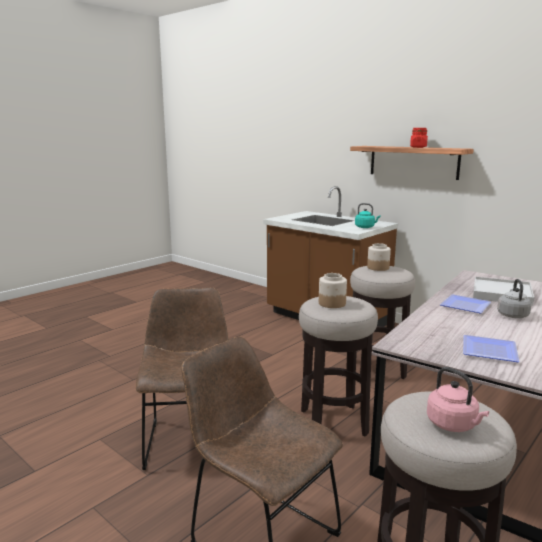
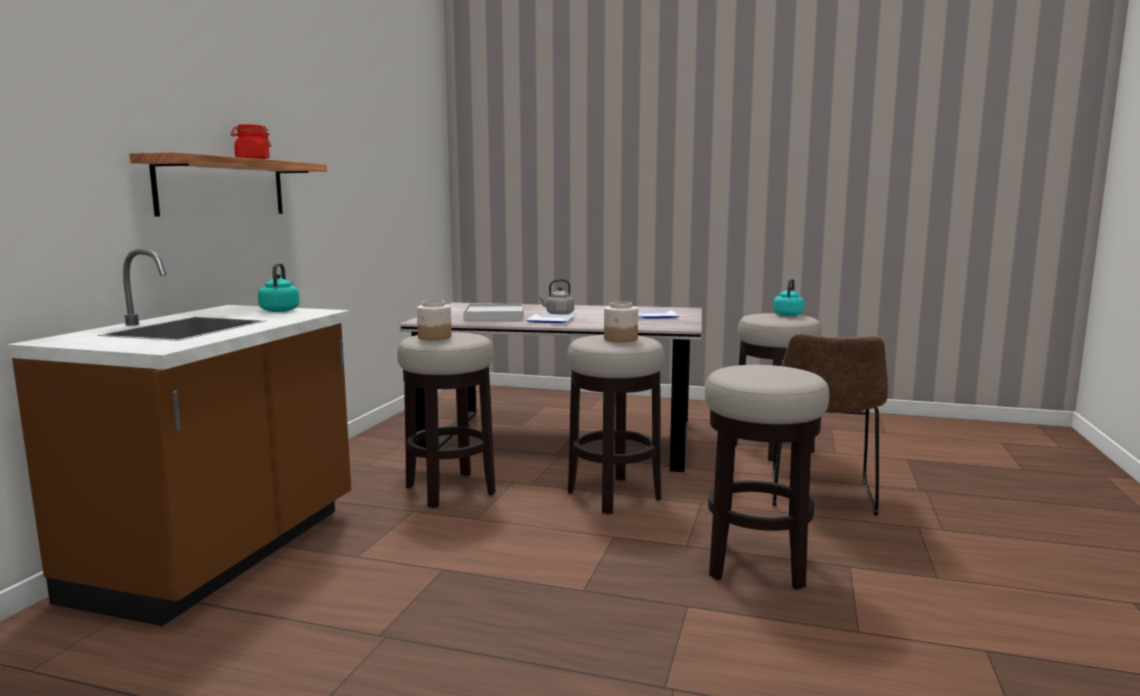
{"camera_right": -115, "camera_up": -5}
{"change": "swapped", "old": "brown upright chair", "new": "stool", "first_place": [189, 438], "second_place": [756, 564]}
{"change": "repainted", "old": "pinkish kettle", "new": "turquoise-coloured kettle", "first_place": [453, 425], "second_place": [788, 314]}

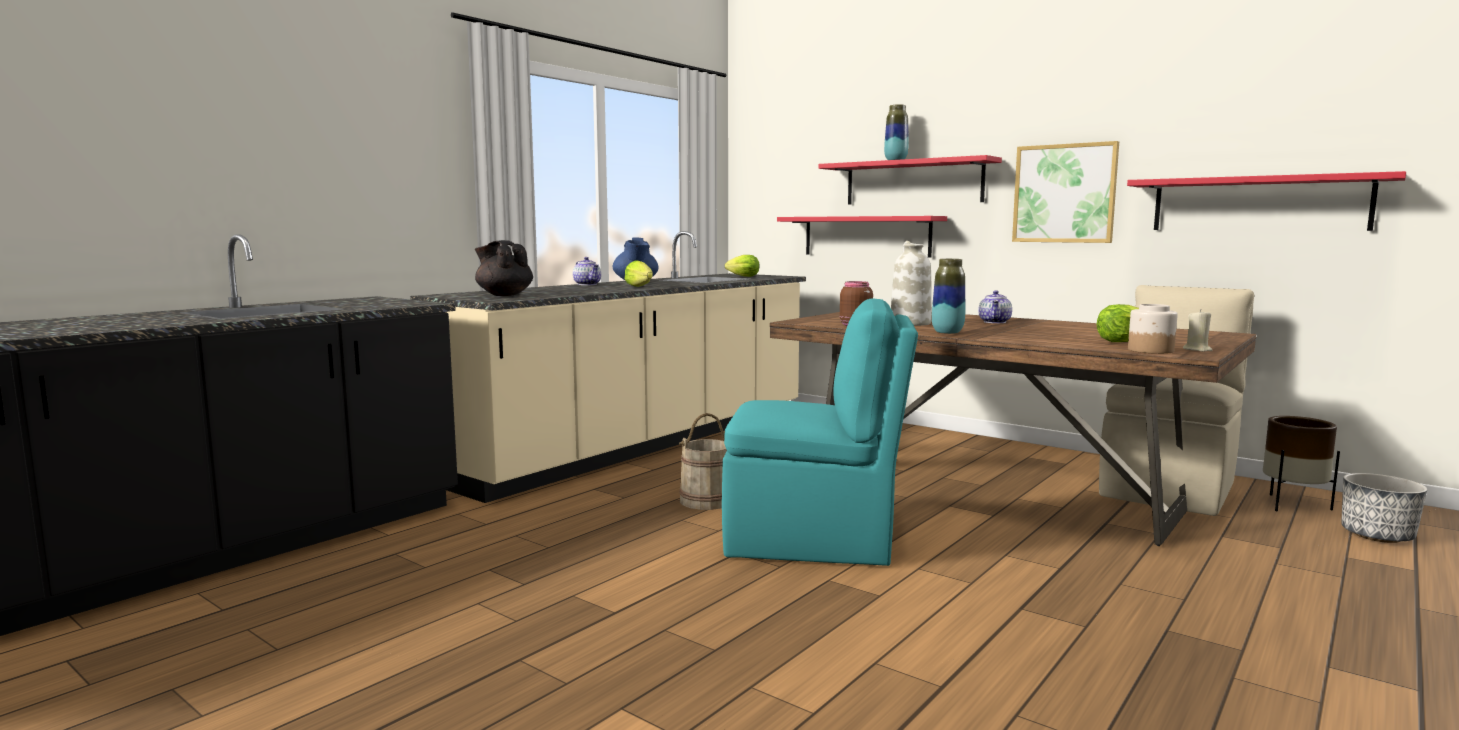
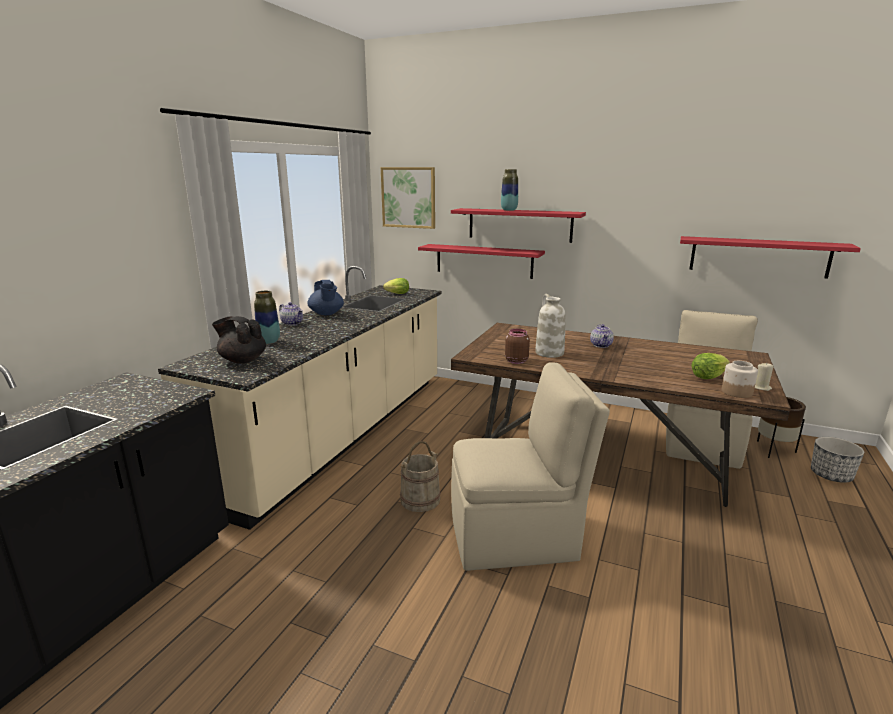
{"camera_right": -15, "camera_up": 10}
{"change": "shifted", "old": "picture", "first_place": [1064, 193], "second_place": [408, 197]}
{"change": "shifted", "old": "flower vase", "first_place": [947, 332], "second_place": [269, 342]}
{"change": "gone", "old": "head of lettuce", "first_place": [641, 287]}
{"change": "repainted", "old": "turquoise-coloured upright chair", "new": "beige upright chair", "first_place": [814, 540], "second_place": [516, 537]}

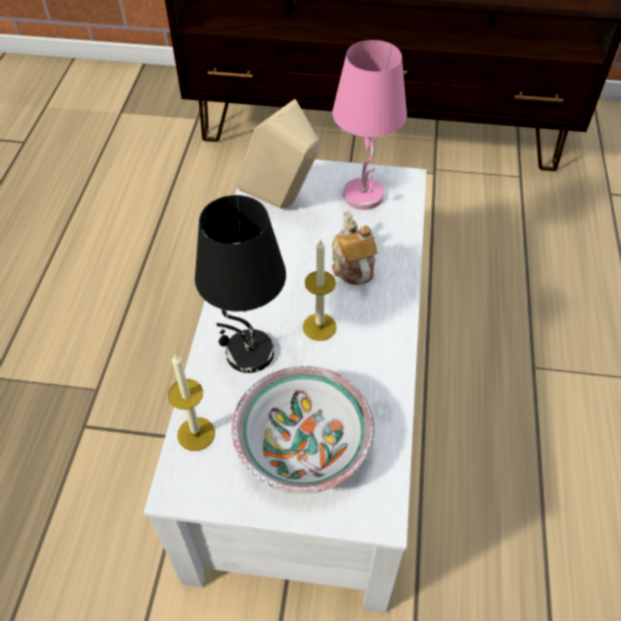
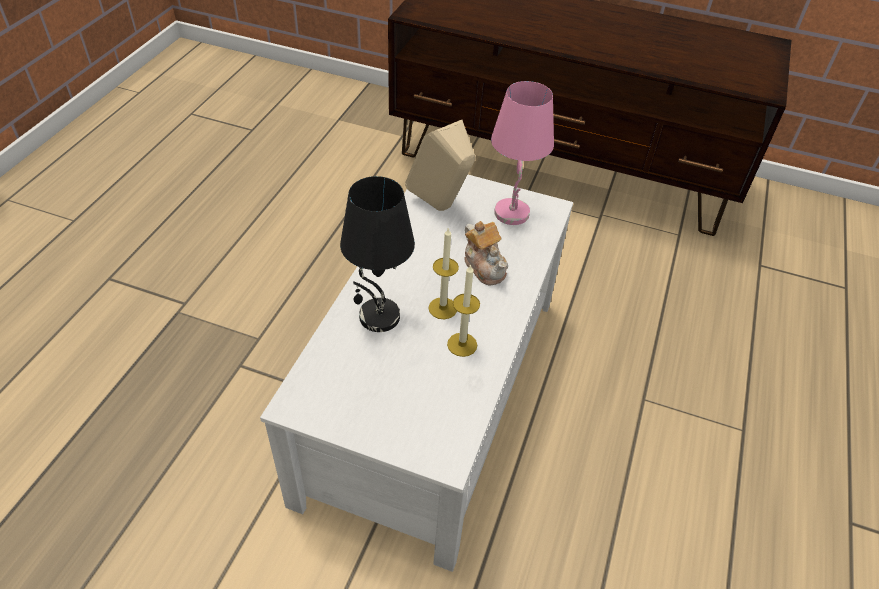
{"camera_right": 10, "camera_up": -5}
{"change": "rotated", "old": "pot for tea", "first_place": [352, 265], "second_place": [485, 266], "degrees": 150}
{"change": "shifted", "old": "candle", "first_place": [196, 434], "second_place": [462, 344]}
{"change": "gone", "old": "serving bowl", "first_place": [303, 442]}

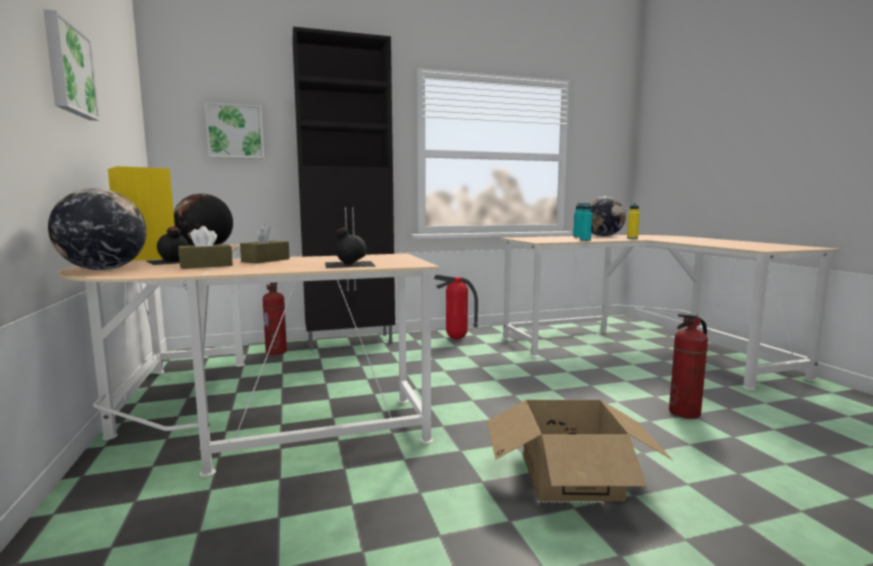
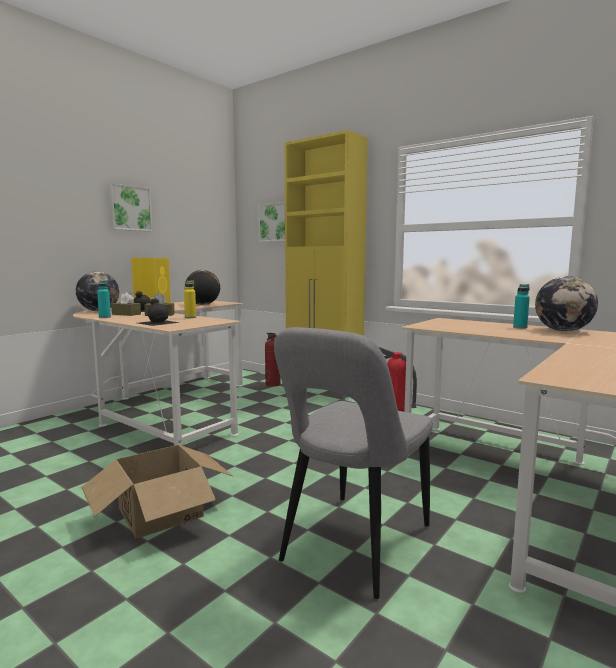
{"camera_right": 55, "camera_up": 0}
{"change": "repainted", "old": "black storage cabinet", "new": "yellowish storage cabinet", "first_place": [351, 342], "second_place": [324, 392]}
{"change": "shifted", "old": "turquoise-coloured bottle", "first_place": [585, 240], "second_place": [105, 317]}
{"change": "shifted", "old": "yellowish bottle", "first_place": [632, 238], "second_place": [190, 317]}
{"change": "swapped", "old": "extinguisher", "new": "greyish upright chair", "first_place": [685, 413], "second_place": [353, 546]}

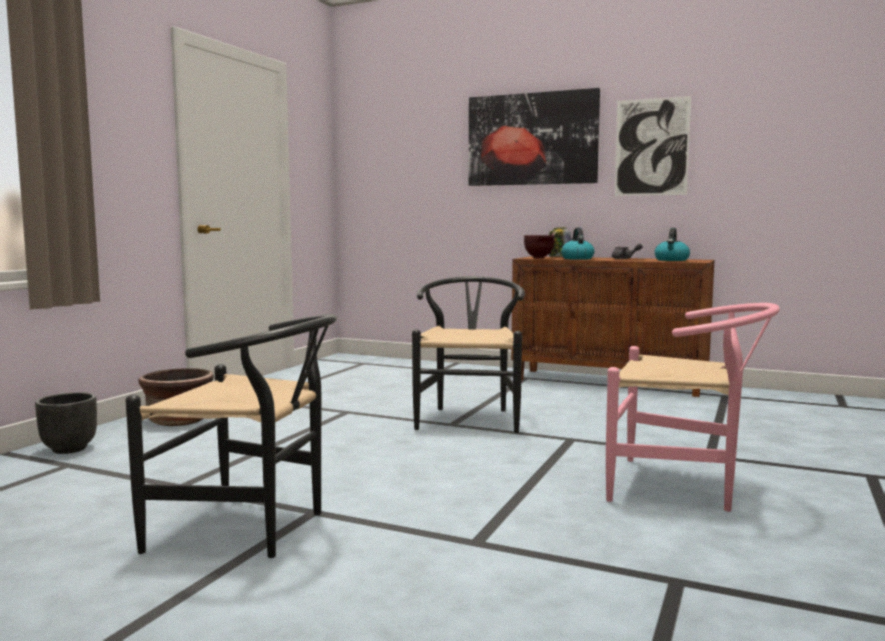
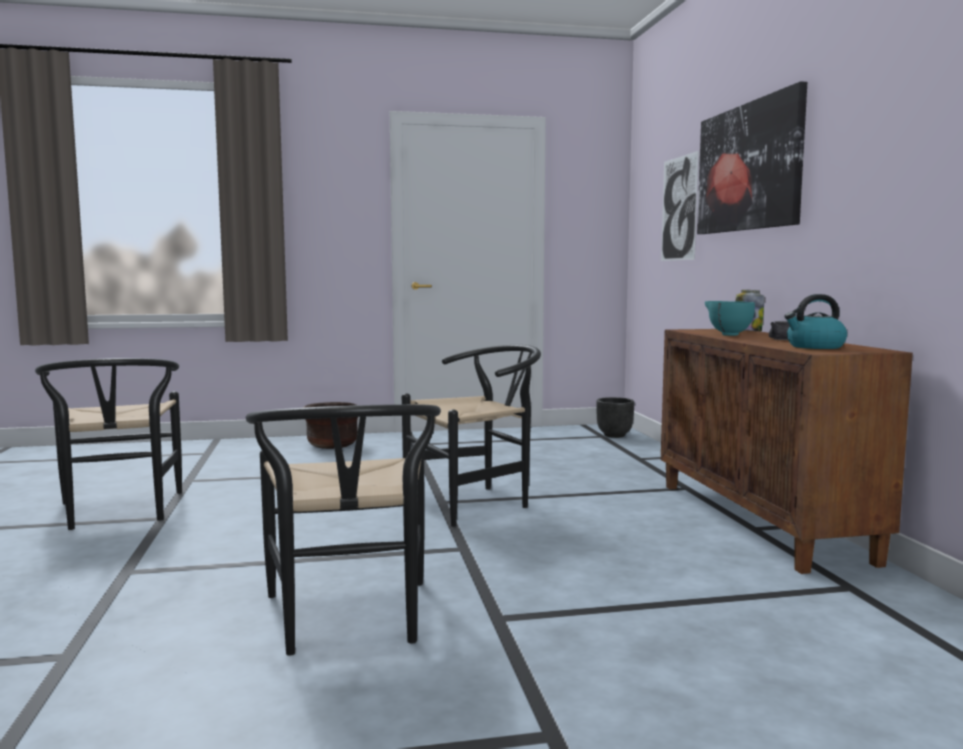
{"camera_right": 55, "camera_up": 0}
{"change": "shifted", "old": "picture", "first_place": [651, 147], "second_place": [679, 208]}
{"change": "swapped", "old": "kettle", "new": "turquoise-coloured serving bowl", "first_place": [577, 258], "second_place": [727, 335]}
{"change": "gone", "old": "brown serving bowl", "first_place": [539, 258]}
{"change": "repainted", "old": "pinkish upright chair", "new": "black upright chair", "first_place": [685, 488], "second_place": [349, 622]}
{"change": "shifted", "old": "black planter", "first_place": [68, 449], "second_place": [614, 435]}

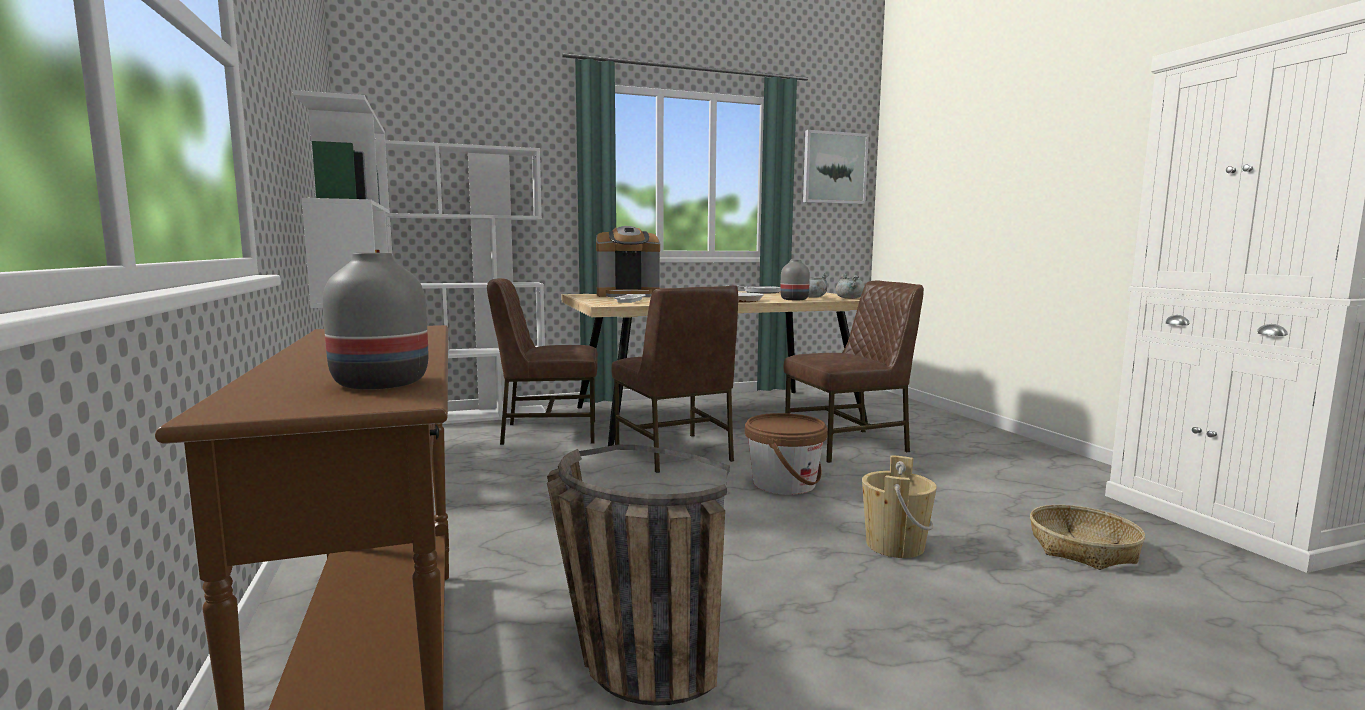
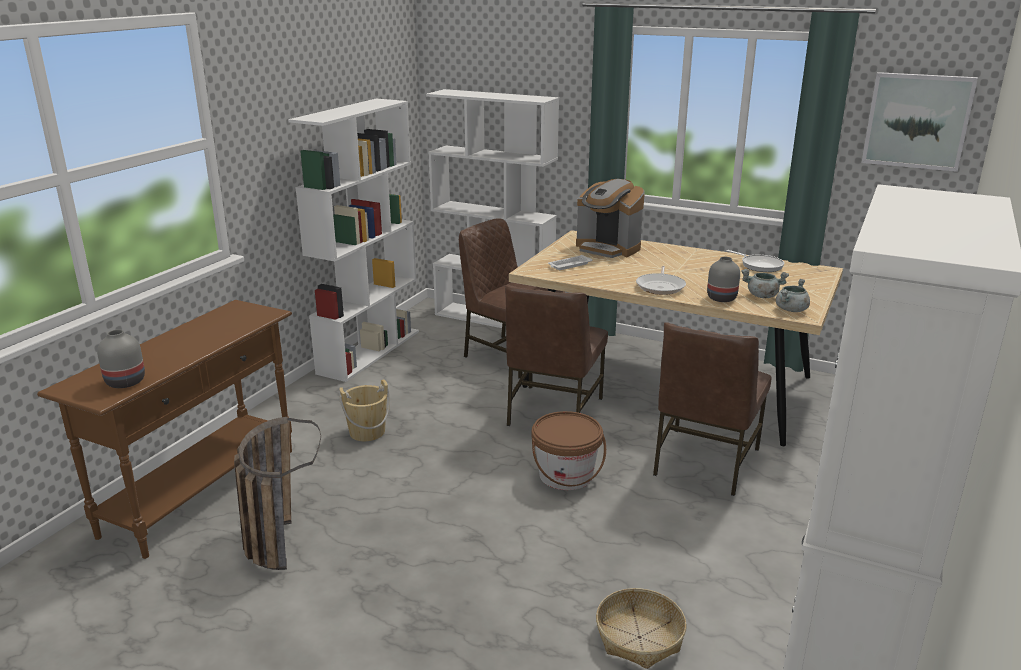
{"camera_right": 45, "camera_up": 15}
{"change": "rotated", "old": "brown upright chair", "first_place": [848, 445], "second_place": [704, 462], "degrees": 90}
{"change": "shifted", "old": "beige bucket", "first_place": [895, 545], "second_place": [367, 432]}

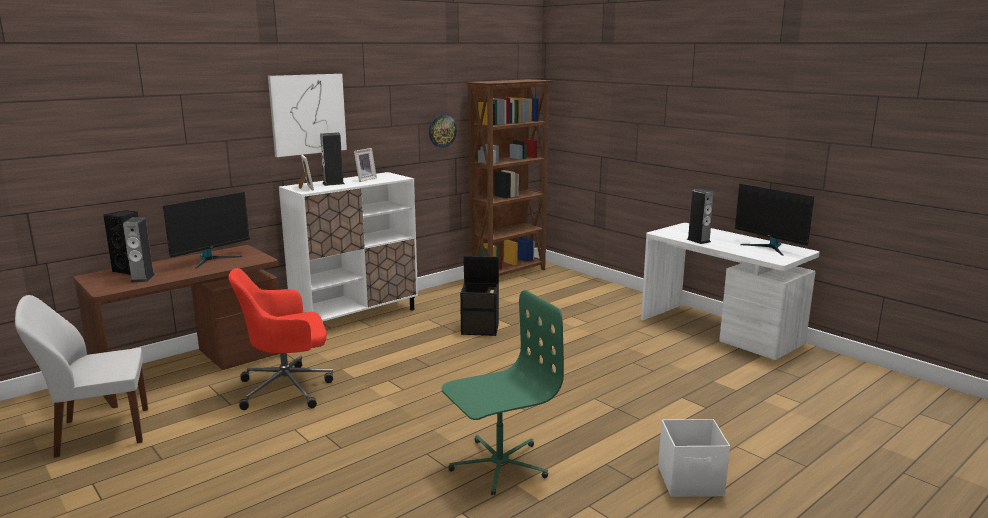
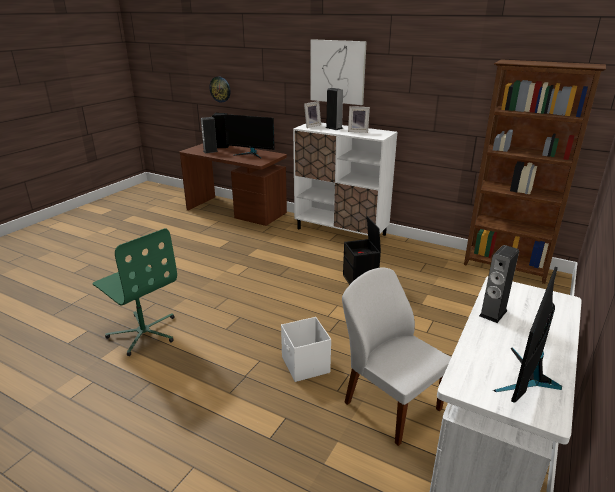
{"camera_right": 70, "camera_up": 10}
{"change": "shifted", "old": "clock on the wall", "first_place": [442, 131], "second_place": [220, 89]}
{"change": "gone", "old": "red-coloured office chair", "first_place": [288, 388]}
{"change": "shifted", "old": "white upright chair", "first_place": [100, 432], "second_place": [390, 404]}
{"change": "shifted", "old": "white storage bin", "first_place": [691, 482], "second_place": [305, 365]}

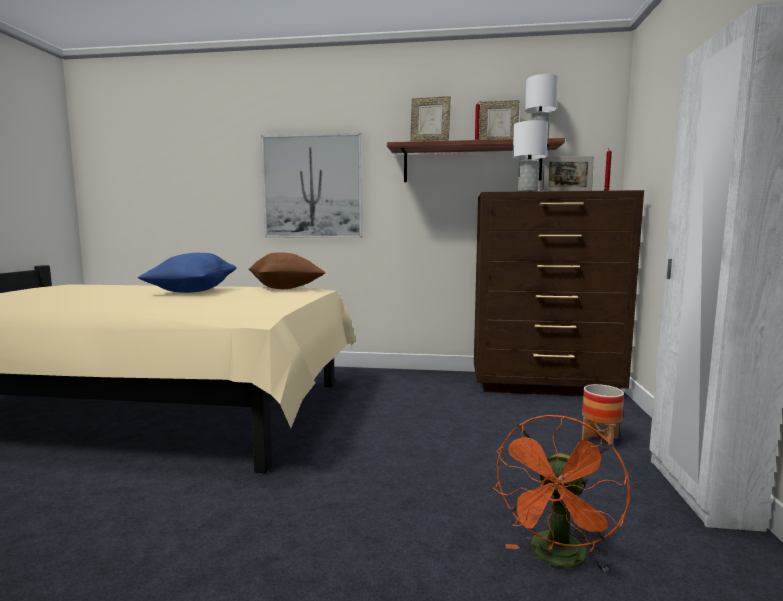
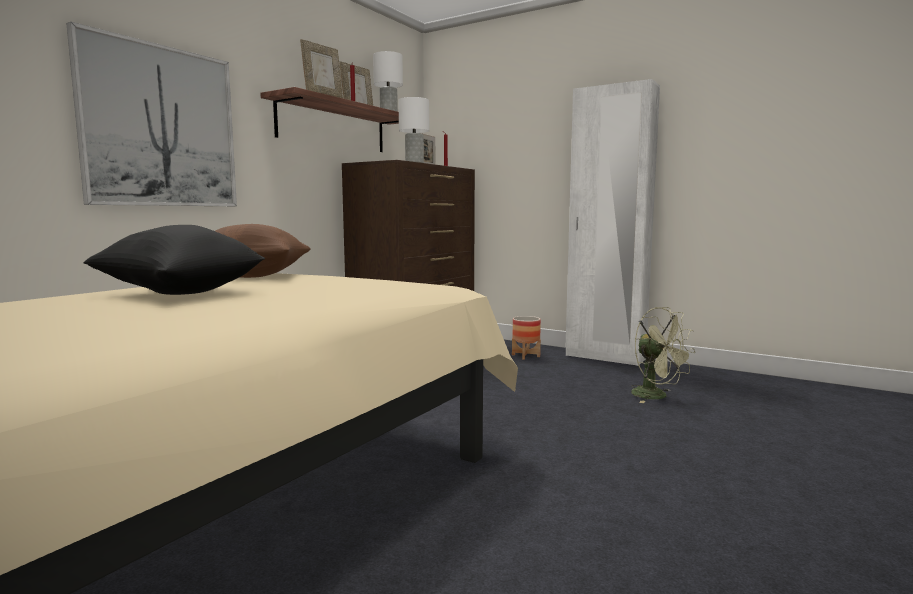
{"camera_right": -65, "camera_up": 0}
{"change": "repainted", "old": "blue-coloured cushion", "new": "black cushion", "first_place": [192, 291], "second_place": [180, 293]}
{"change": "repainted", "old": "orangey cooling fan", "new": "green-coloured cooling fan", "first_place": [558, 559], "second_place": [656, 396]}

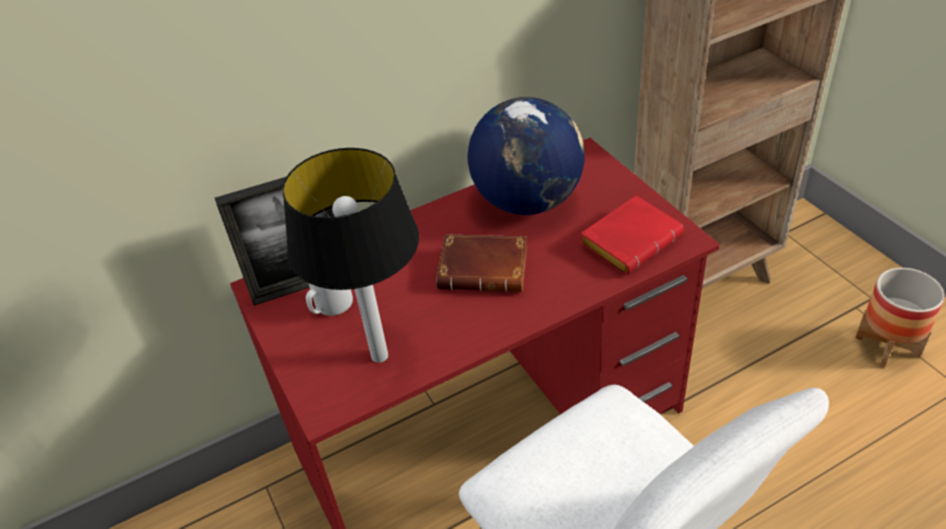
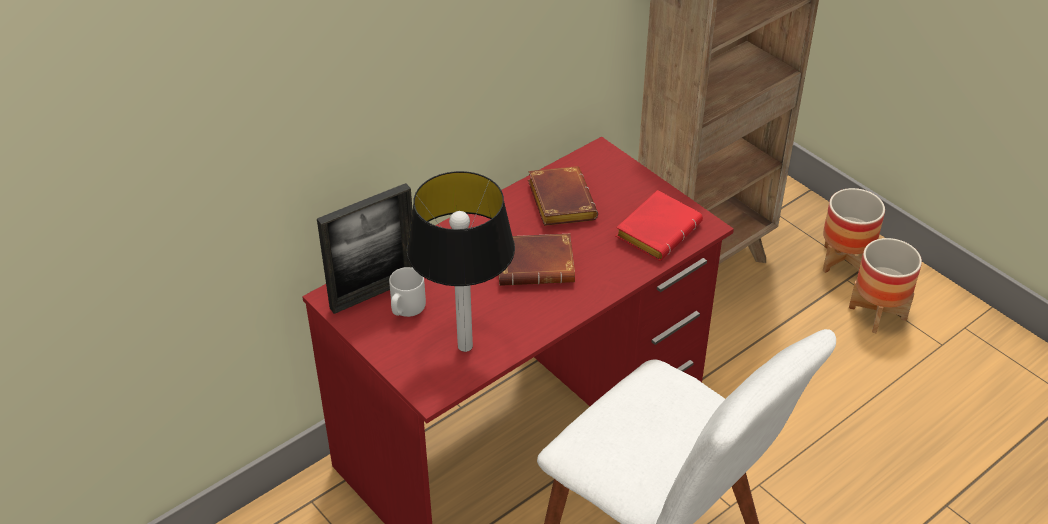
{"camera_right": -15, "camera_up": 0}
{"change": "swapped", "old": "world globe", "new": "brown book", "first_place": [527, 201], "second_place": [558, 201]}
{"change": "new", "new": "planter", "second_place": [844, 261]}

